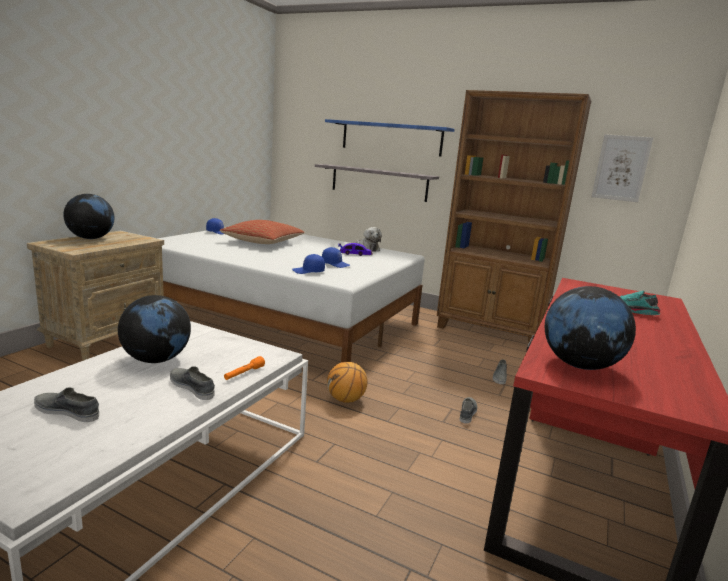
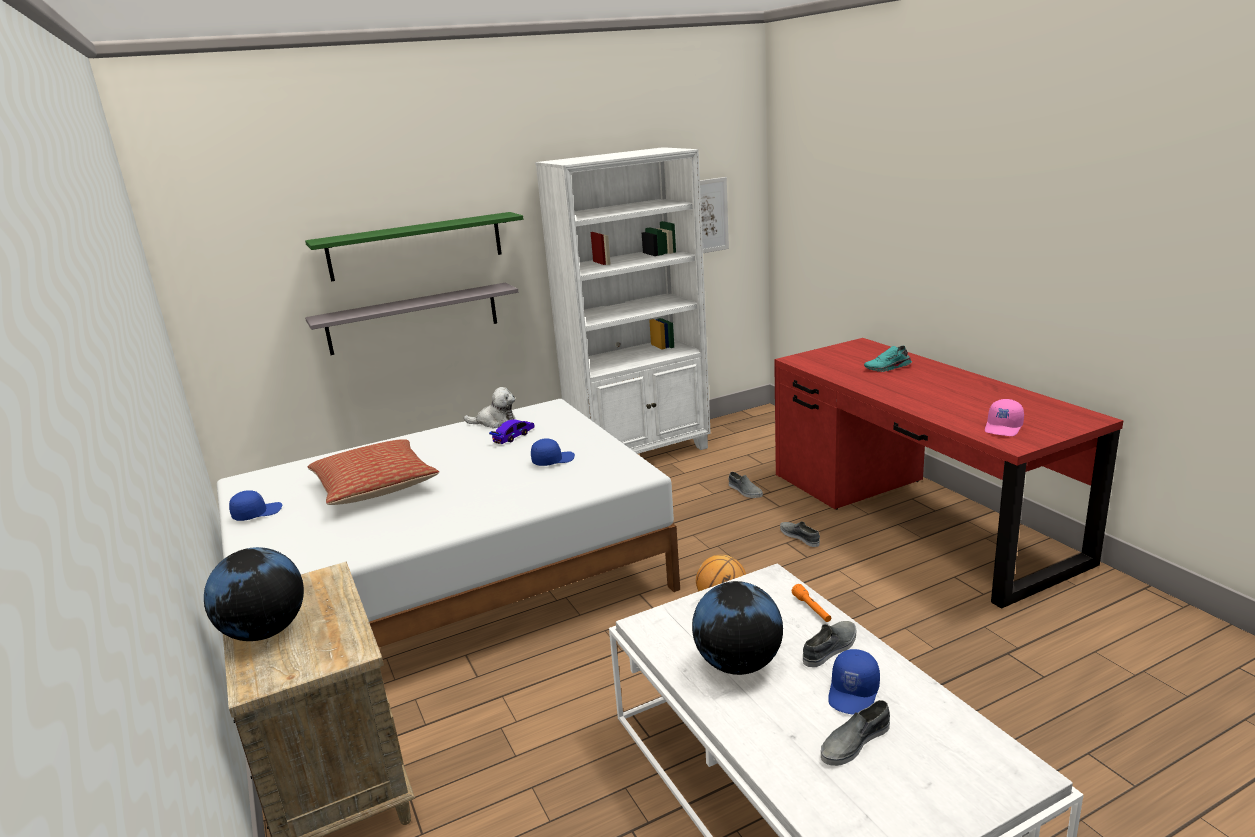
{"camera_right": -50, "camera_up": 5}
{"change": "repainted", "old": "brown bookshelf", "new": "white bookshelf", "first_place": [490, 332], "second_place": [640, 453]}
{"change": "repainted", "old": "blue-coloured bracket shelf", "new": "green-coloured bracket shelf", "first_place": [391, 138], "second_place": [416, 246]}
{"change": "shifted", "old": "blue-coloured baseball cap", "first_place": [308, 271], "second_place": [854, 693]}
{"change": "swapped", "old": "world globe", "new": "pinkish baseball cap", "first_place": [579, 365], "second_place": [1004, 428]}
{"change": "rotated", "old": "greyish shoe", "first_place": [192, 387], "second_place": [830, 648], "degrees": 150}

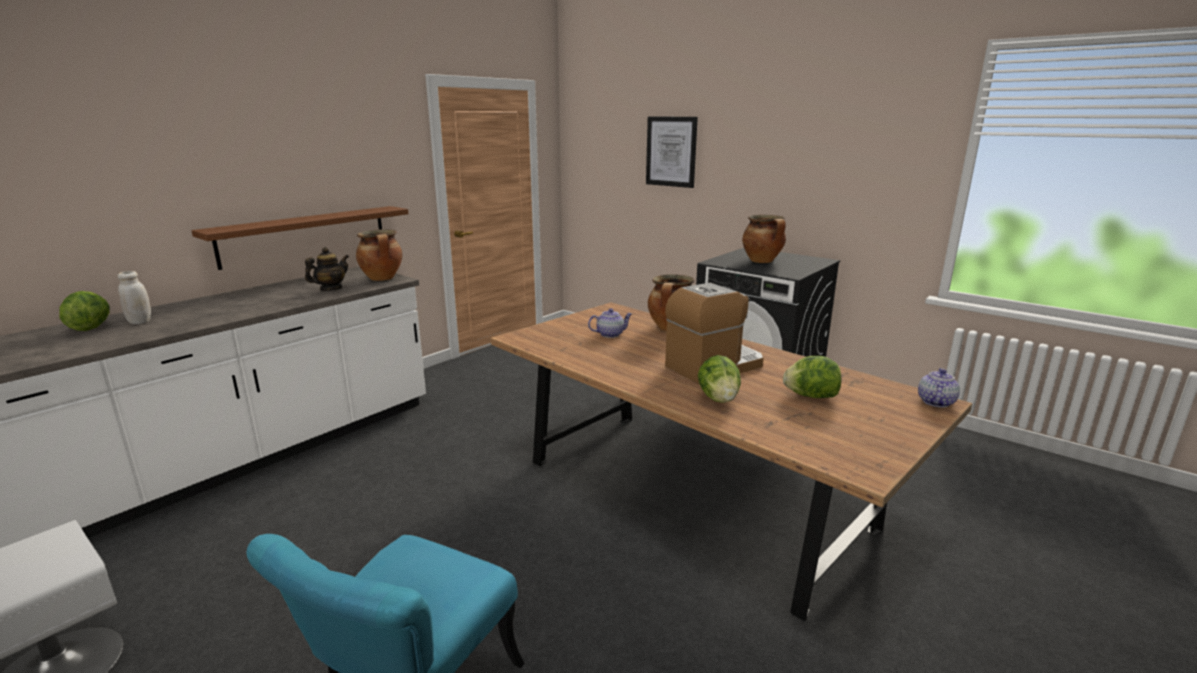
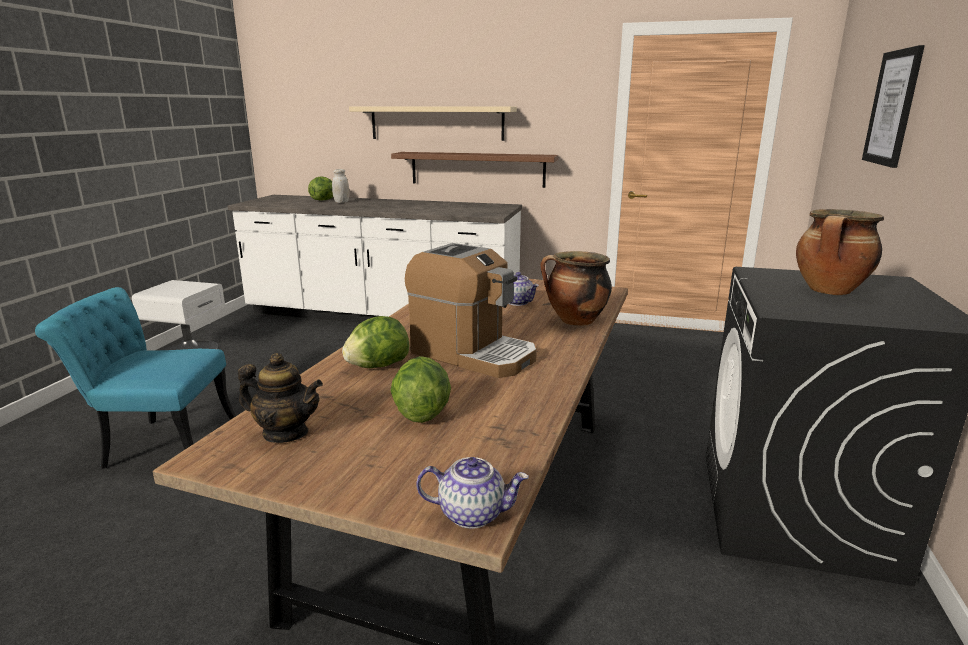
{"camera_right": 65, "camera_up": 0}
{"change": "gone", "old": "saucepot", "first_place": [383, 278]}
{"change": "shifted", "old": "pot for tea", "first_place": [330, 289], "second_place": [285, 433]}
{"change": "new", "new": "beige bracket shelf", "second_place": [436, 123]}

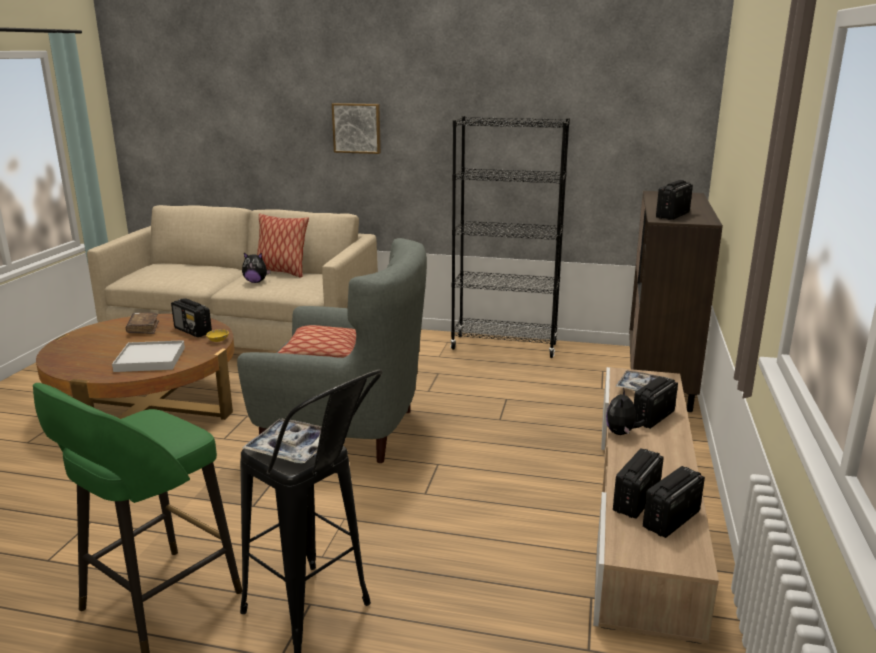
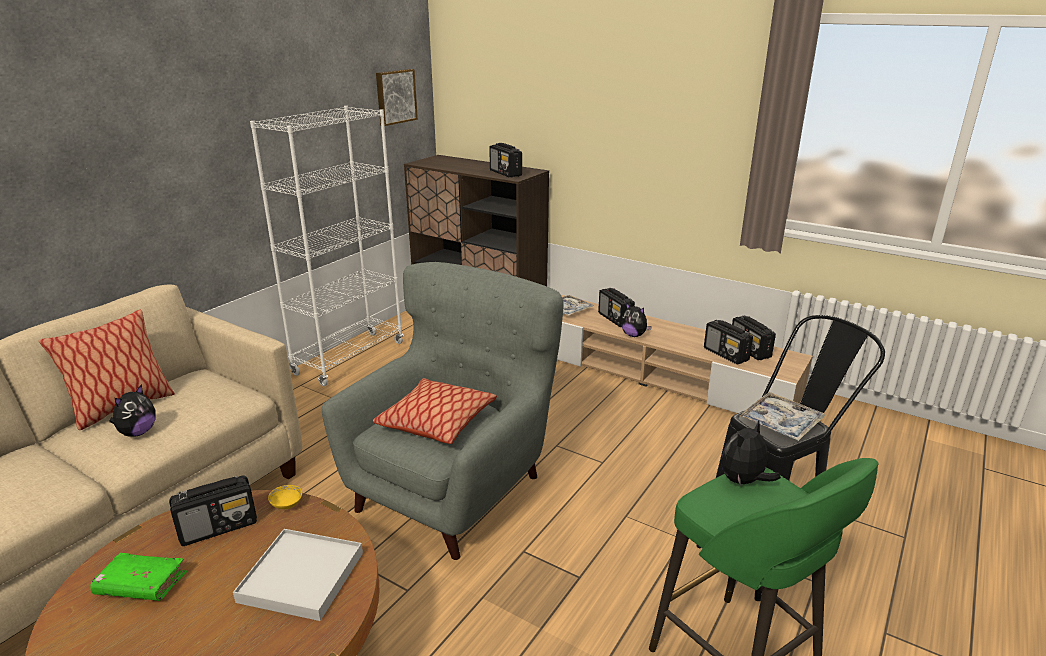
{"camera_right": -70, "camera_up": 5}
{"change": "shifted", "old": "picture", "first_place": [357, 128], "second_place": [395, 96]}
{"change": "repainted", "old": "black bookshelf", "new": "white bookshelf", "first_place": [504, 346], "second_place": [349, 358]}
{"change": "repainted", "old": "brown book", "new": "green-coloured book", "first_place": [143, 328], "second_place": [141, 585]}
{"change": "new", "new": "cuddly toy", "second_place": [743, 481]}

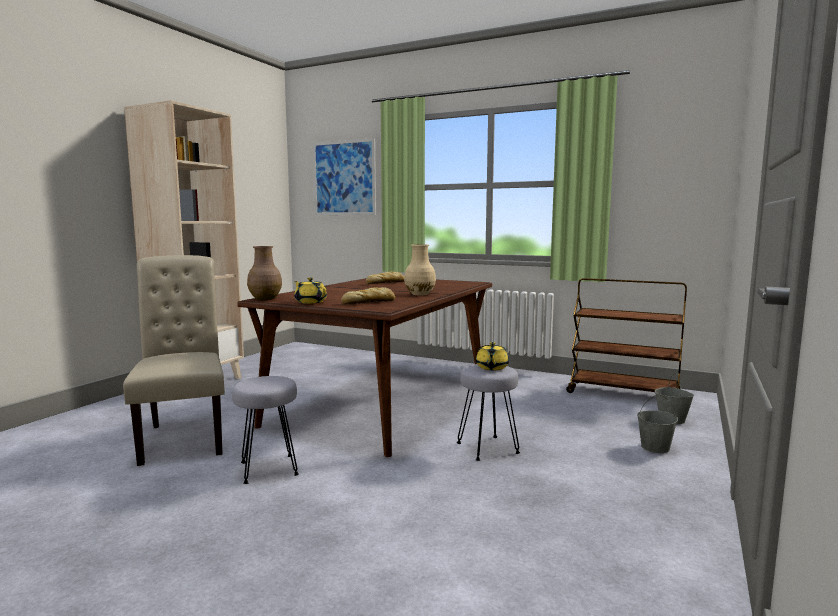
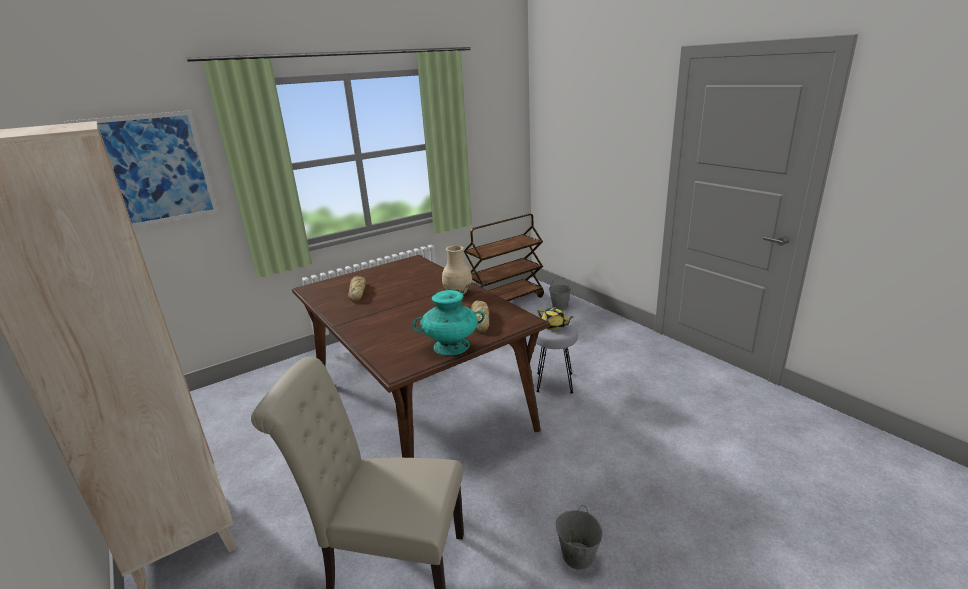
{"camera_right": -60, "camera_up": 15}
{"change": "gone", "old": "brown flower vase", "first_place": [265, 299]}
{"change": "swapped", "old": "yellowish pot for tea", "new": "turquoise-coloured flower vase", "first_place": [310, 302], "second_place": [451, 346]}
{"change": "gone", "old": "greyish stool", "first_place": [268, 469]}
{"change": "shifted", "old": "greyish bucket", "first_place": [655, 447], "second_place": [577, 555]}

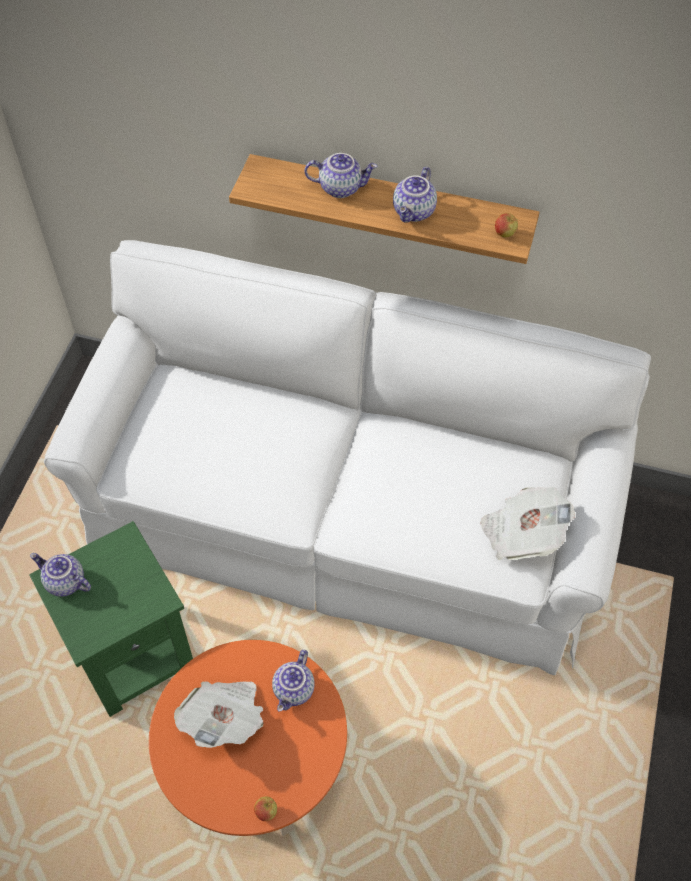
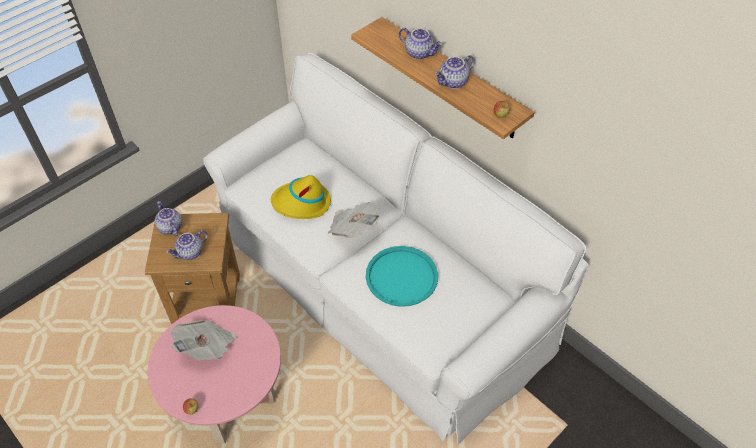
{"camera_right": 30, "camera_up": -5}
{"change": "shifted", "old": "newspaper", "first_place": [522, 534], "second_place": [354, 228]}
{"change": "repainted", "old": "green-coloured side table", "new": "brown side table", "first_place": [134, 654], "second_place": [208, 299]}
{"change": "repainted", "old": "orangey coffee table", "new": "pinkish coffee table", "first_place": [257, 771], "second_place": [228, 399]}
{"change": "shifted", "old": "pot for tea", "first_place": [294, 690], "second_place": [190, 253]}
{"change": "new", "new": "yellowish wearable hat", "second_place": [301, 203]}
{"change": "new", "new": "turquoise-coloured tray", "second_place": [401, 277]}

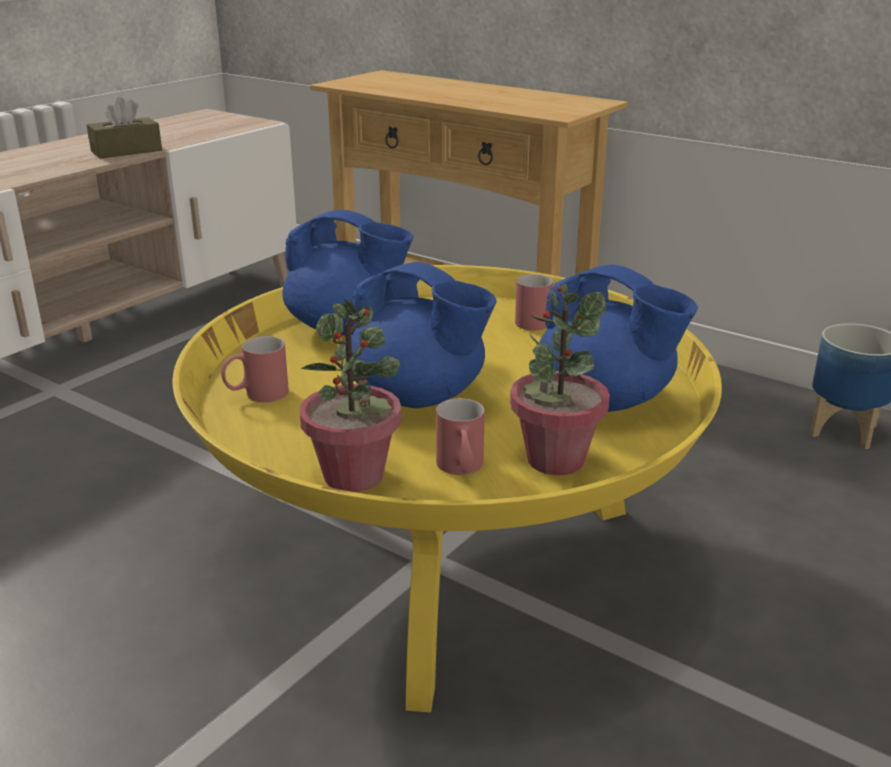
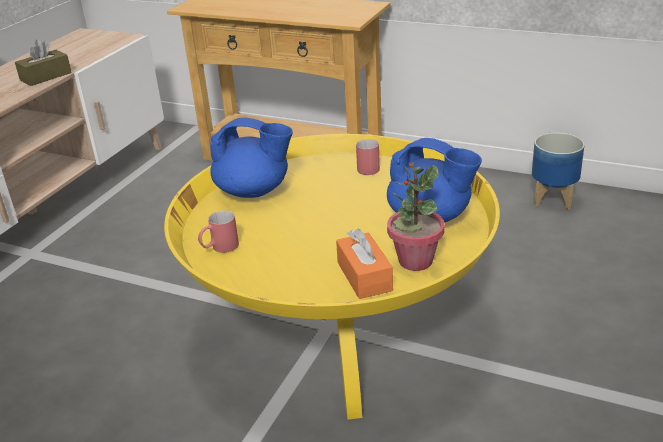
{"camera_right": -10, "camera_up": 5}
{"change": "gone", "old": "blue-coloured pot for tea", "first_place": [418, 397]}
{"change": "gone", "old": "houseplant", "first_place": [354, 476]}
{"change": "swapped", "old": "red-coloured tea mug", "new": "orangey tissue holder", "first_place": [461, 469], "second_place": [364, 276]}

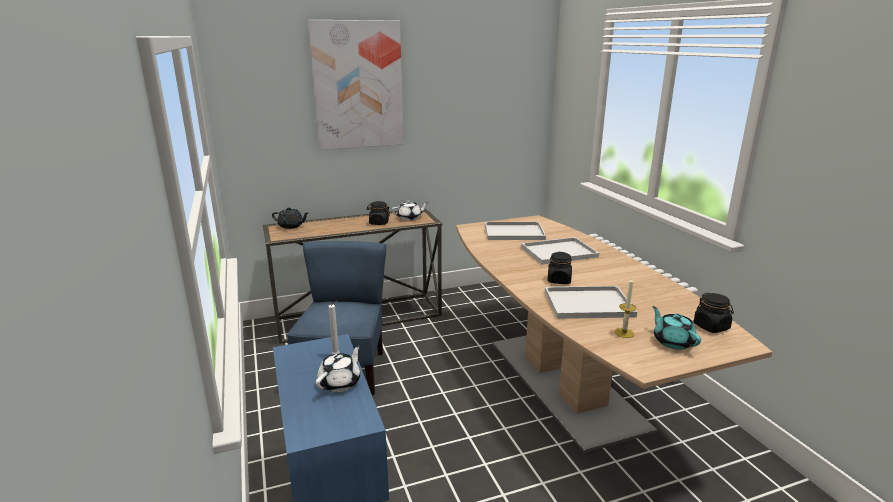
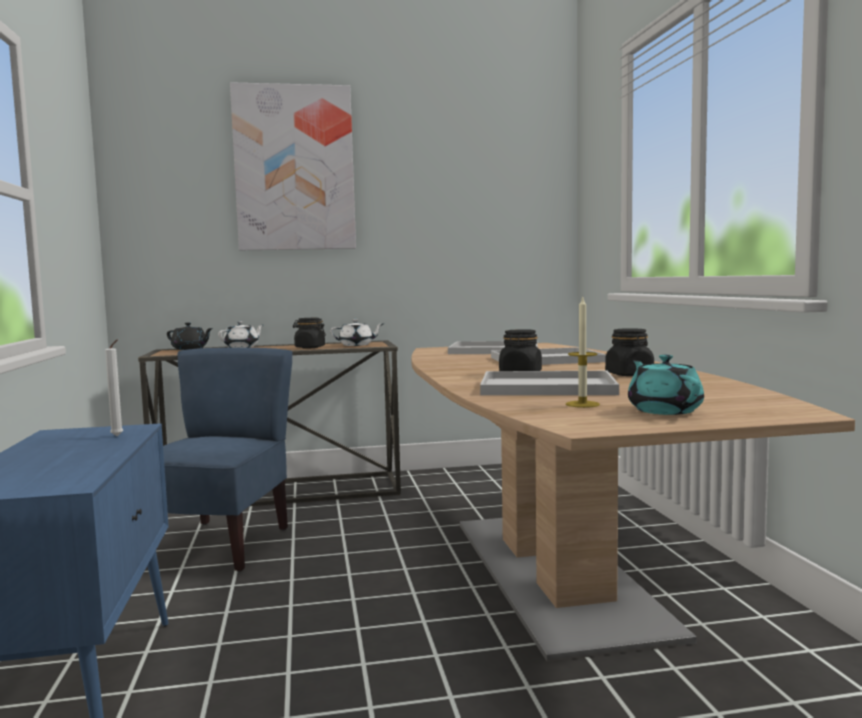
{"camera_right": 10, "camera_up": -15}
{"change": "shifted", "old": "black storage jar", "first_place": [711, 327], "second_place": [629, 374]}
{"change": "shifted", "old": "white pot for tea", "first_place": [340, 383], "second_place": [242, 347]}

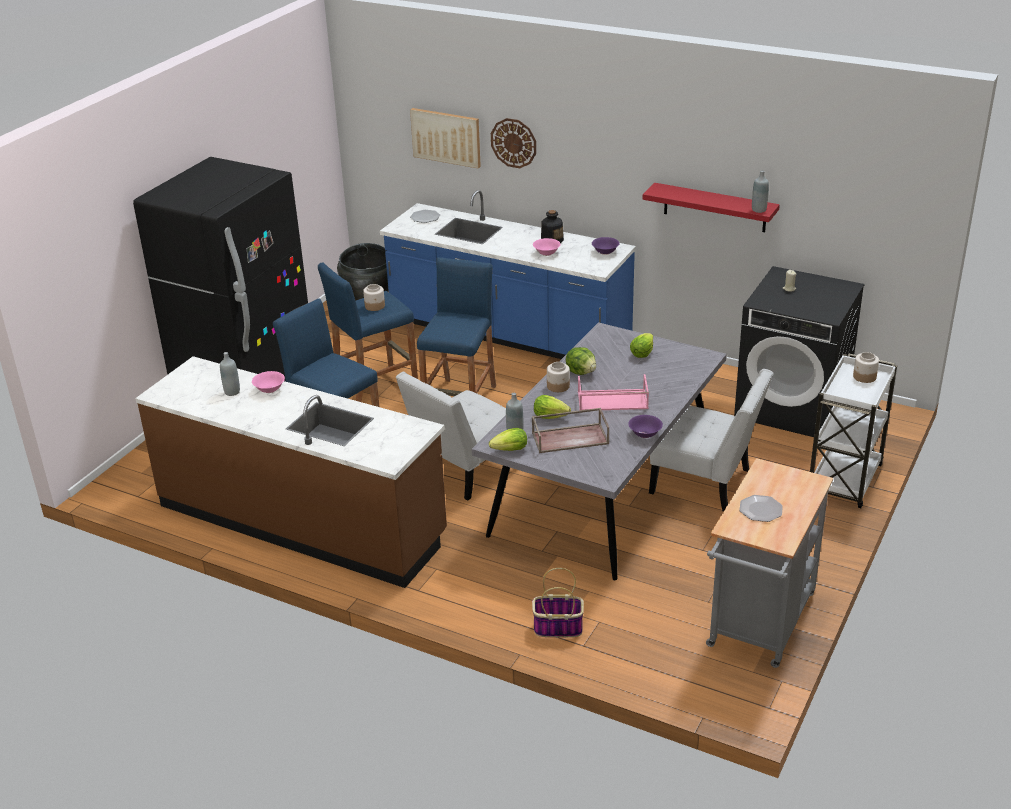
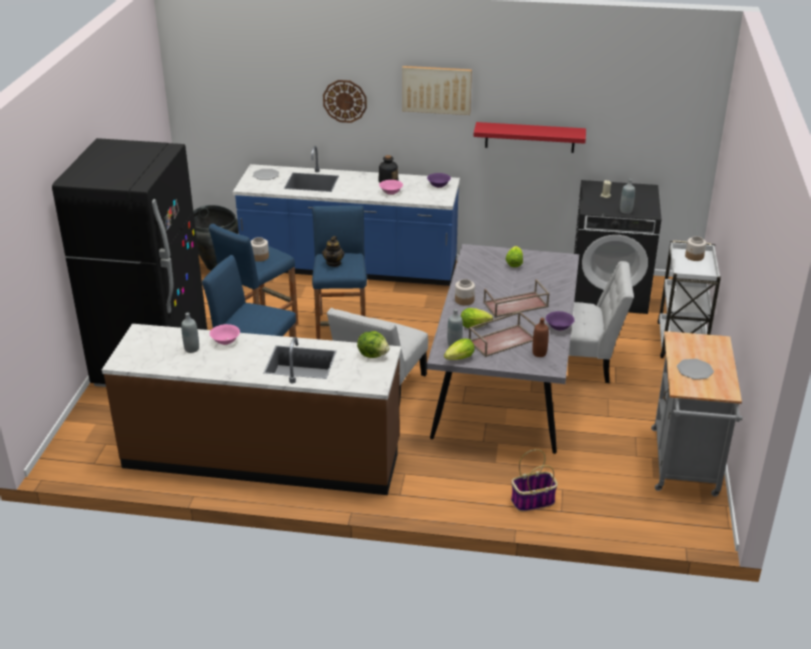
{"camera_right": -20, "camera_up": 0}
{"change": "shifted", "old": "picture", "first_place": [446, 137], "second_place": [436, 89]}
{"change": "shifted", "old": "greyish bottle", "first_place": [759, 210], "second_place": [626, 211]}
{"change": "shifted", "old": "head of lettuce", "first_place": [581, 372], "second_place": [373, 354]}
{"change": "repainted", "old": "pinkish tray", "new": "brown tray", "first_place": [611, 401], "second_place": [515, 305]}
{"change": "new", "new": "pot for tea", "second_place": [333, 263]}
{"change": "new", "new": "brown bottle", "second_place": [539, 353]}

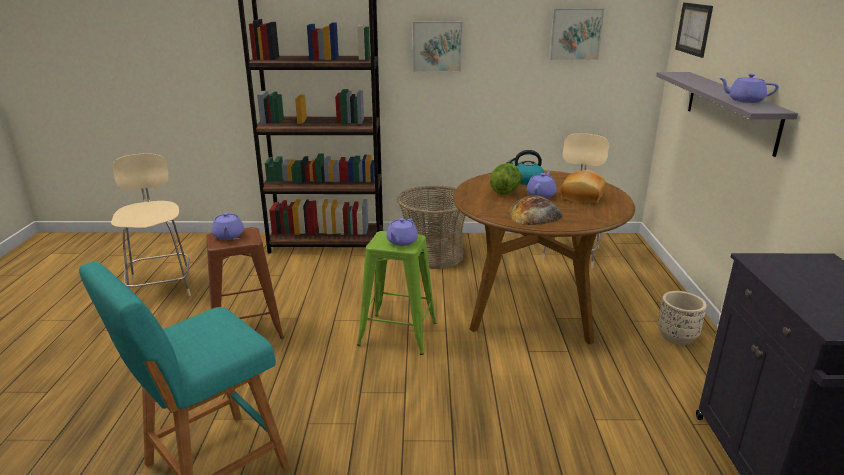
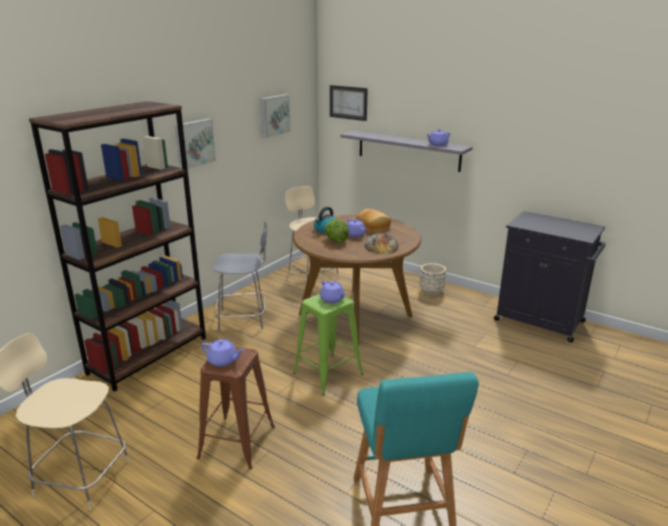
{"camera_right": -55, "camera_up": 0}
{"change": "swapped", "old": "storage basket", "new": "greyish upright chair", "first_place": [434, 255], "second_place": [244, 319]}

